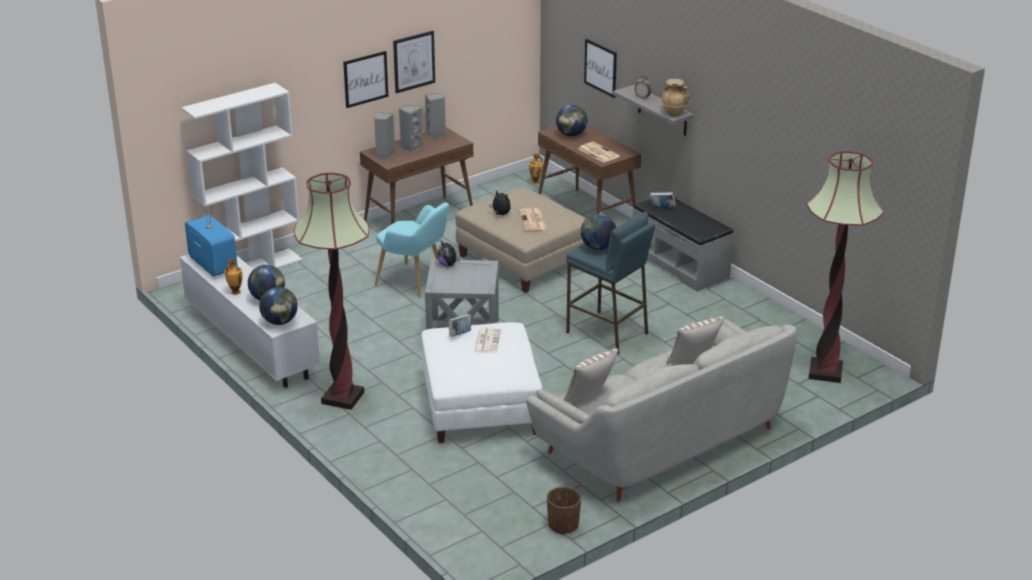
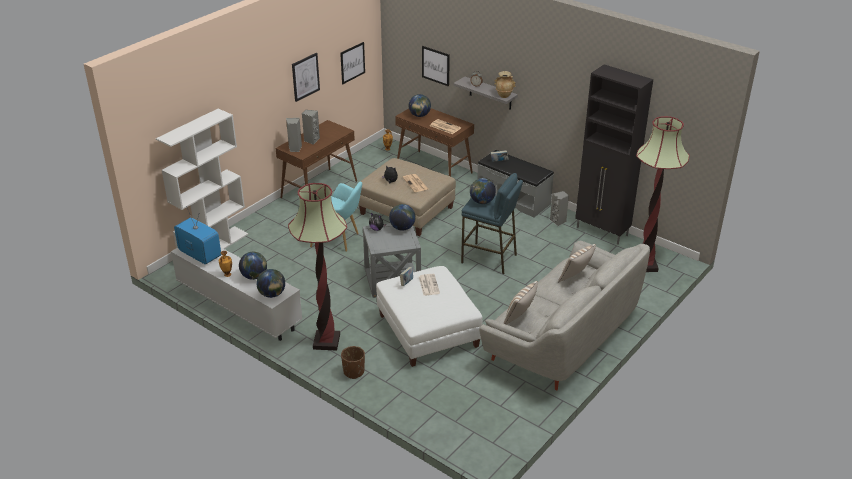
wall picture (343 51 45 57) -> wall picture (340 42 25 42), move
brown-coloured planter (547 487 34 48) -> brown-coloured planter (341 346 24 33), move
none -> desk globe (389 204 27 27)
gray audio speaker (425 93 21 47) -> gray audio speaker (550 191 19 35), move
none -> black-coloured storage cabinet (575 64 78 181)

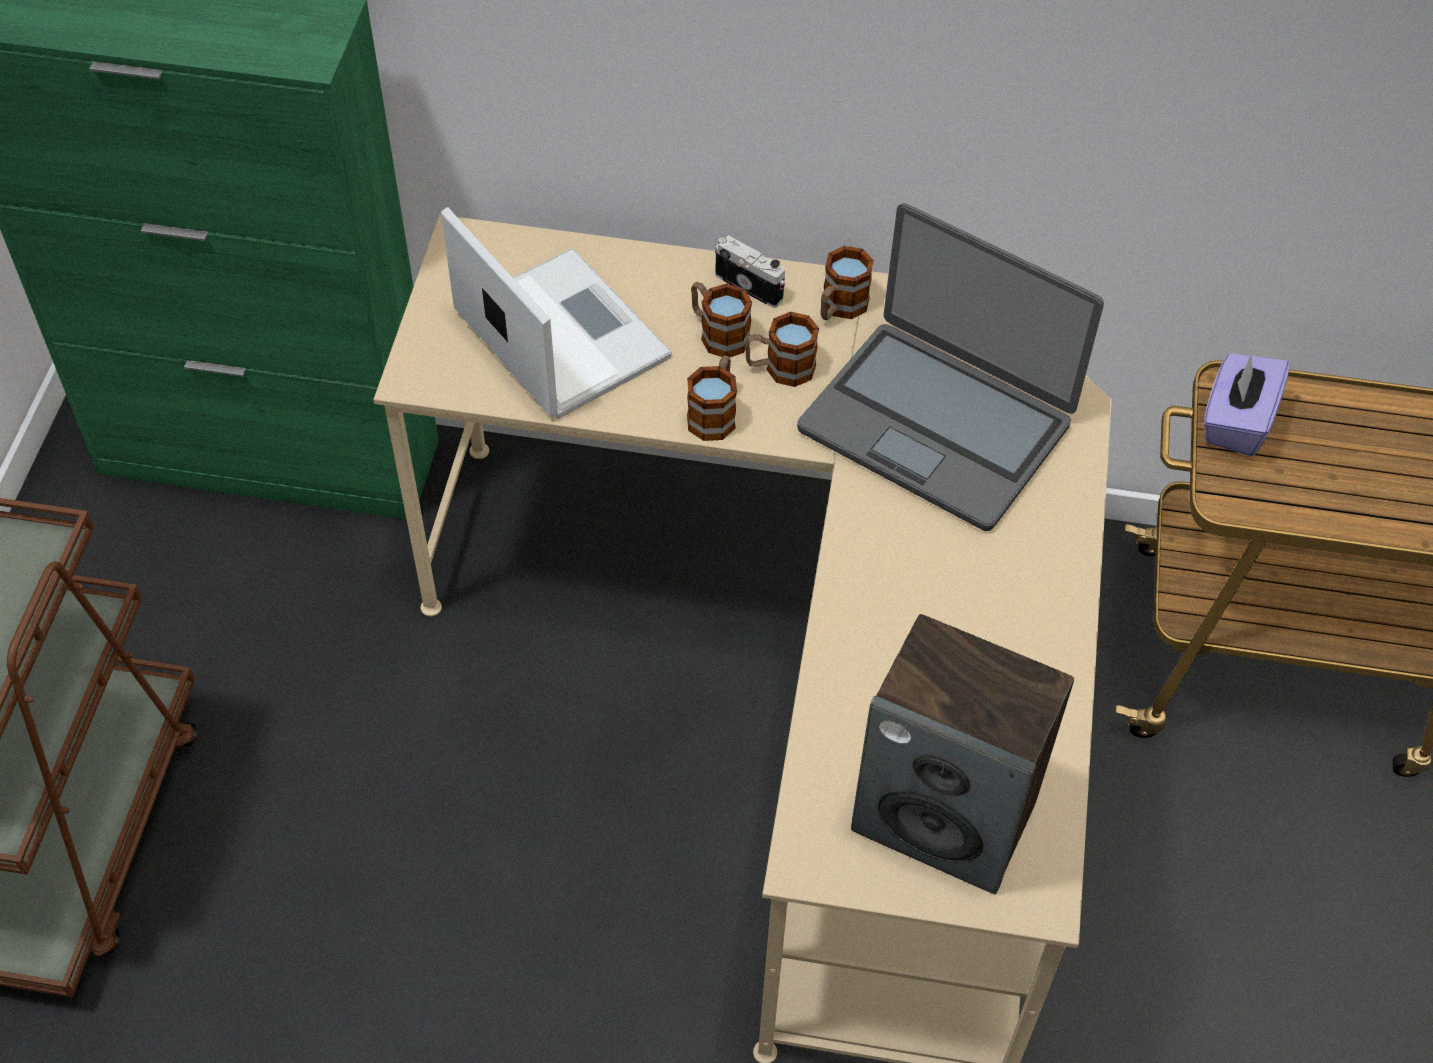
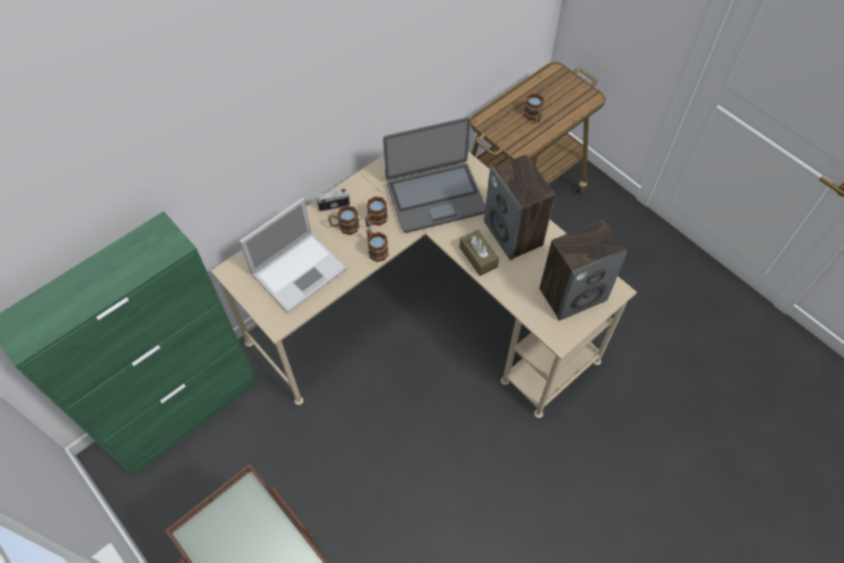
laptop (441 207 231 212) -> laptop (239 198 108 115), 135 degrees clockwise
none -> brown-coloured tissue box (459 230 40 46)
none -> audio speaker (484 155 72 105)
coffee mug (820 246 54 74) -> coffee mug (524 93 20 29), move
purple-coloured tissue box (1204 353 86 103) -> none

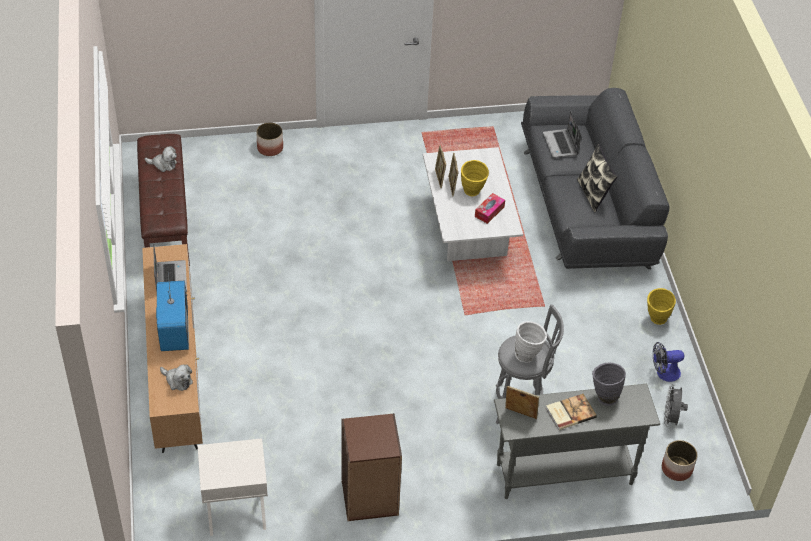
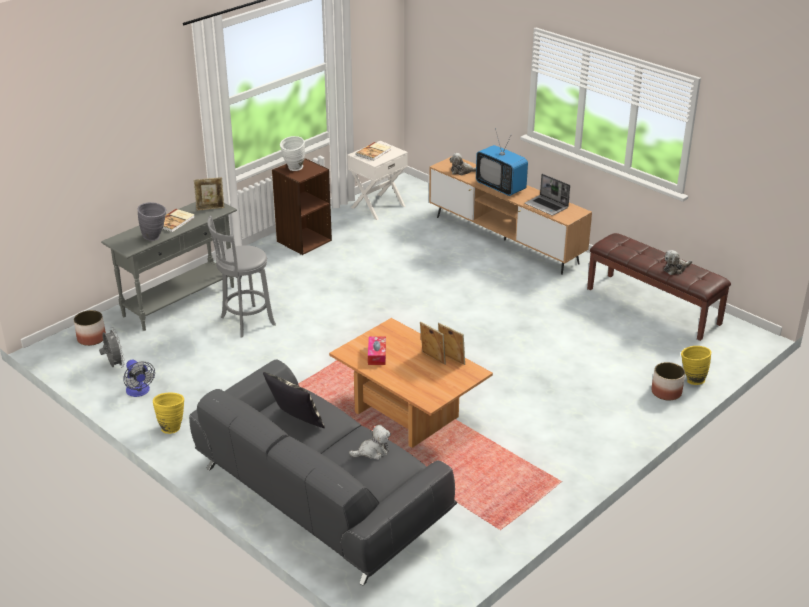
fan (653 342 31 40) -> fan (123 360 32 37), 105 degrees clockwise
whitish decorative vase (515 321 32 41) -> whitish decorative vase (280 136 25 35), move
whitish low table (423 147 100 114) -> brown-coloured low table (329 318 164 130)
laptop (543 111 38 47) -> plush toy (349 425 42 35)
none -> bound book (356 142 35 19)
yellow decorative vase (461 160 28 37) -> yellow decorative vase (681 346 30 39), move

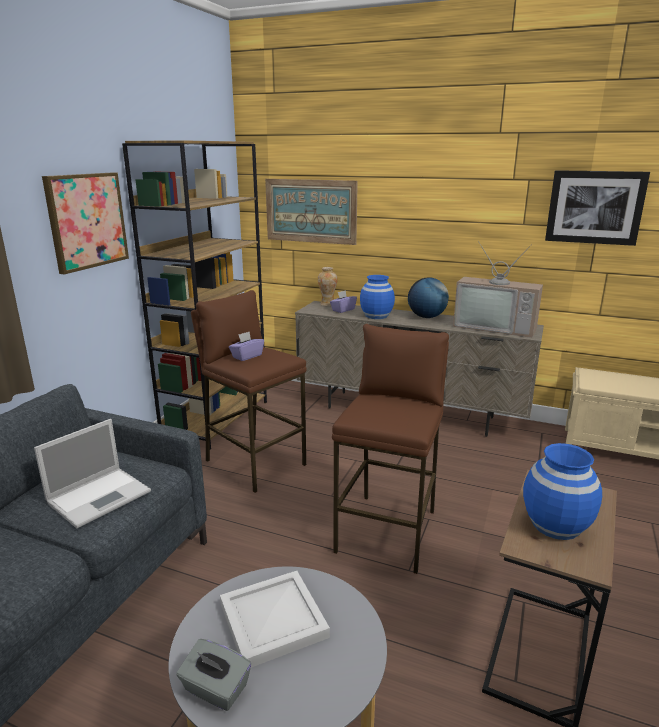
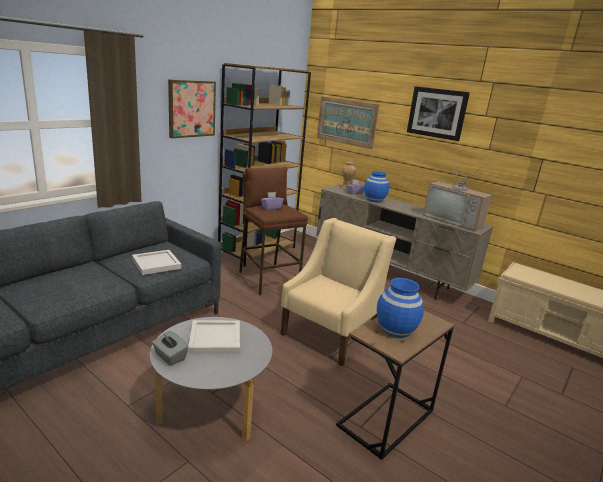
laptop (34 419 117 109) -> whitish serving tray (132 250 49 25)
brown-coloured stool (332 324 117 250) -> sand-coloured lounge chair (280 218 116 148)
wall picture (545 170 105 76) -> wall picture (407 86 63 55), move
desk globe (408 278 41 40) -> none

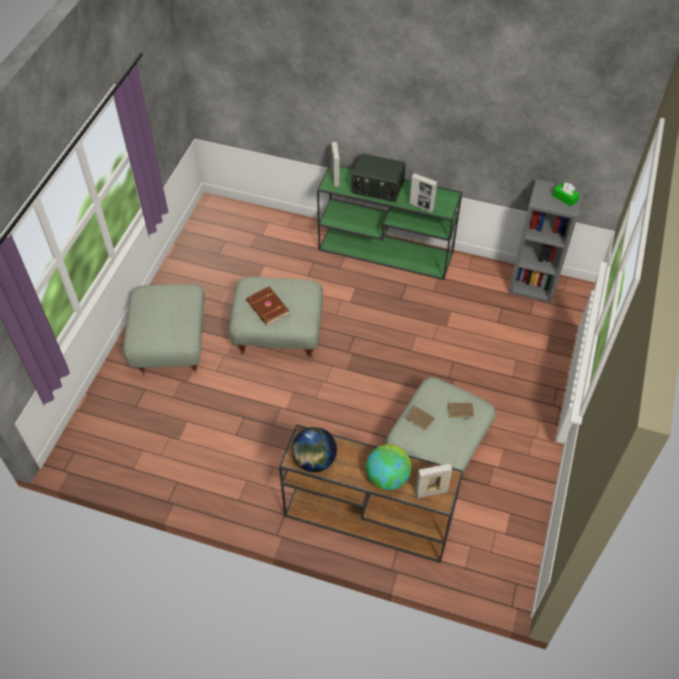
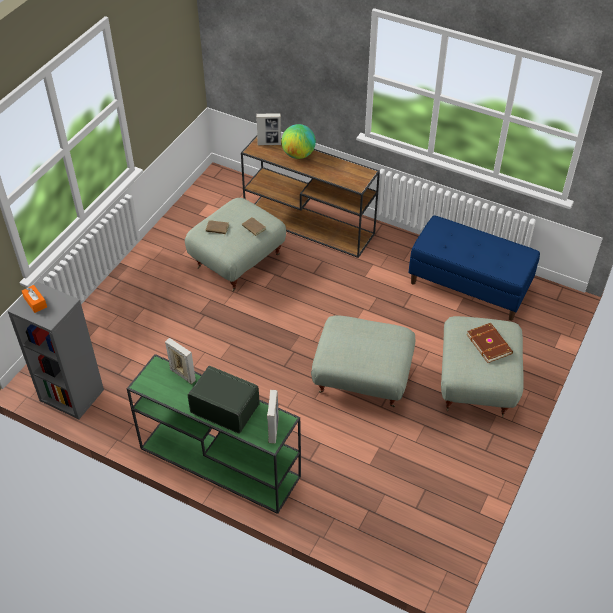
greenish tissue box (552 183 28 24) -> orange tissue box (22 285 25 28)
none -> blue bench (409 215 131 106)
brown-coloured bound book (246 287 43 38) -> brown-coloured bound book (466 323 47 40), move
desk globe (292 427 45 45) -> none

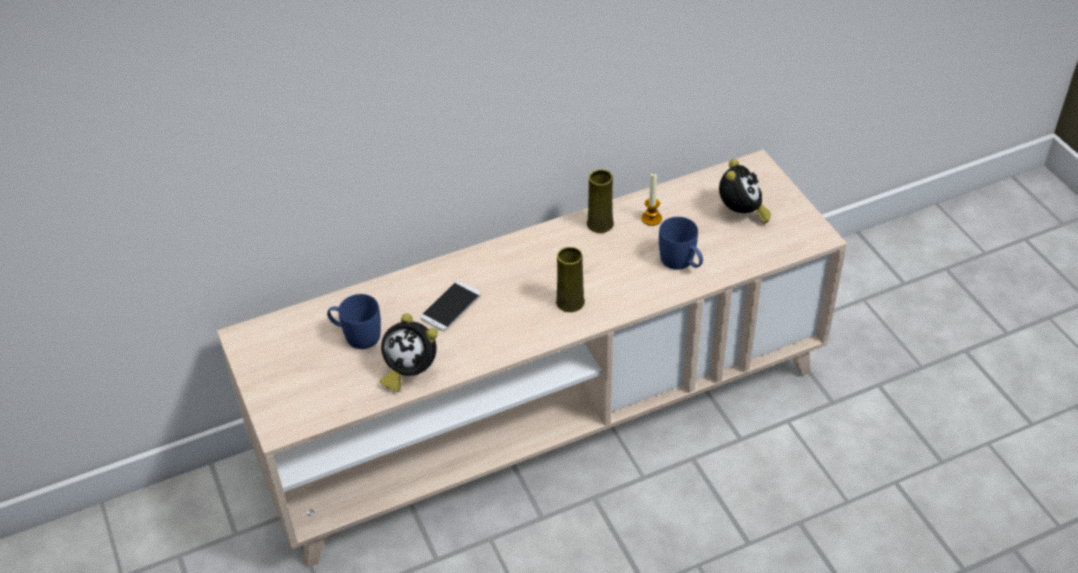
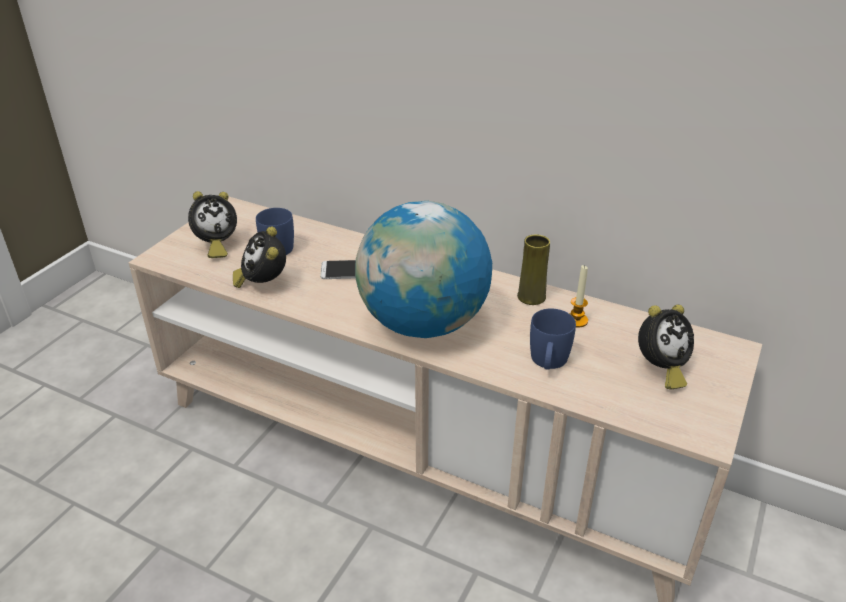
none -> bedside clock (188 191 49 67)
yellow decorative vase (556 247 29 65) -> desk globe (355 201 137 137)

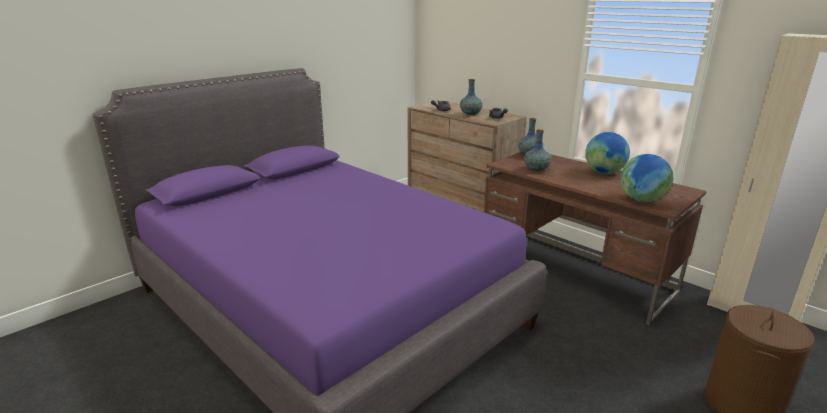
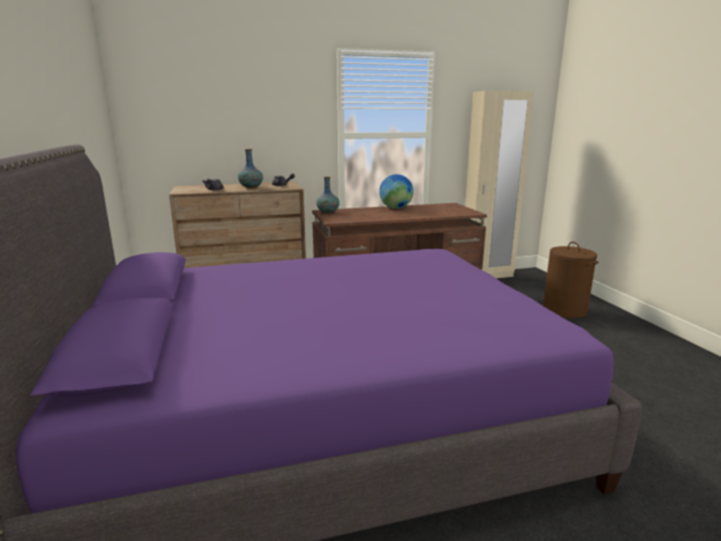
decorative vase (524 129 27 42) -> none
desk globe (620 154 53 48) -> none

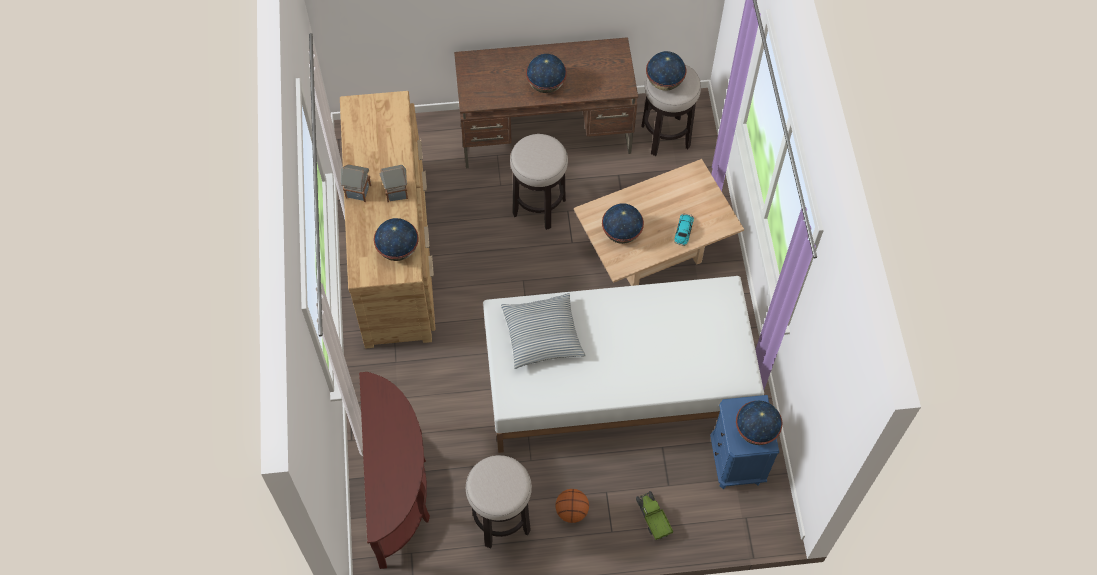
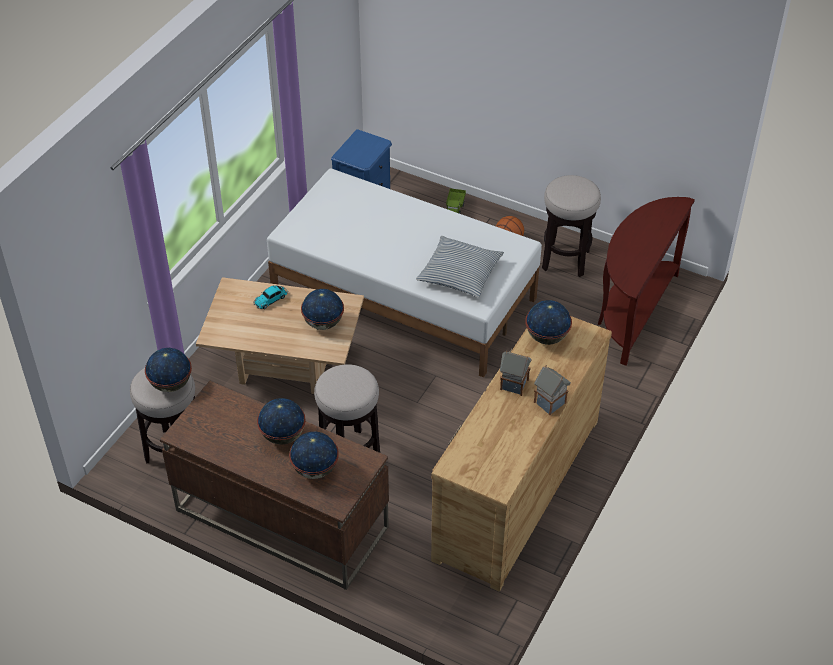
desk globe (736 401 46 44) -> desk globe (289 432 50 47), move

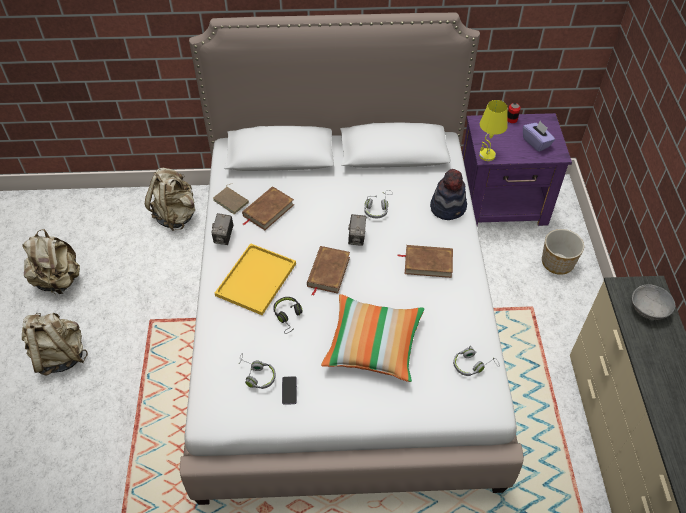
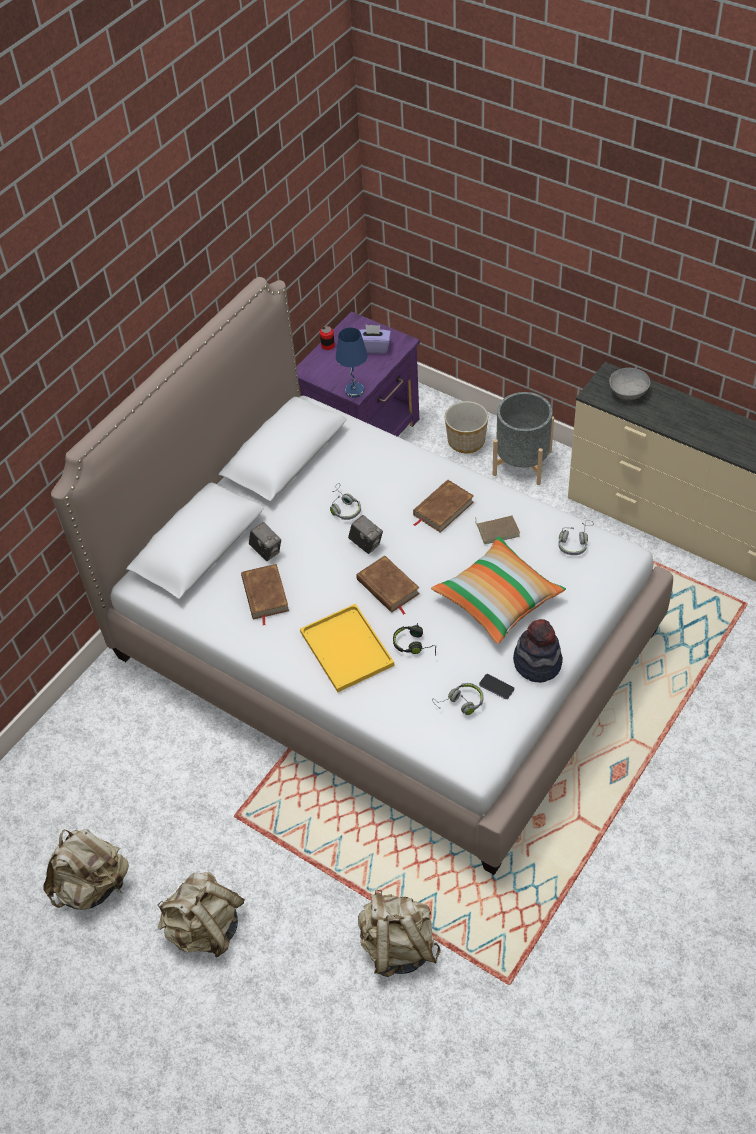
photo camera (211 213 23 32) -> photo camera (249 522 32 39), move
yellow table lamp (479 100 29 61) -> blue table lamp (336 327 32 71)
sand-coloured knapsack (145 168 50 63) -> sand-coloured knapsack (358 890 83 87), move
brown-coloured bound book (213 183 36 31) -> brown-coloured bound book (477 516 43 28), move
none -> gray planter (493 392 61 93)
clothing hat (430 169 37 51) -> clothing hat (513 619 50 64), move

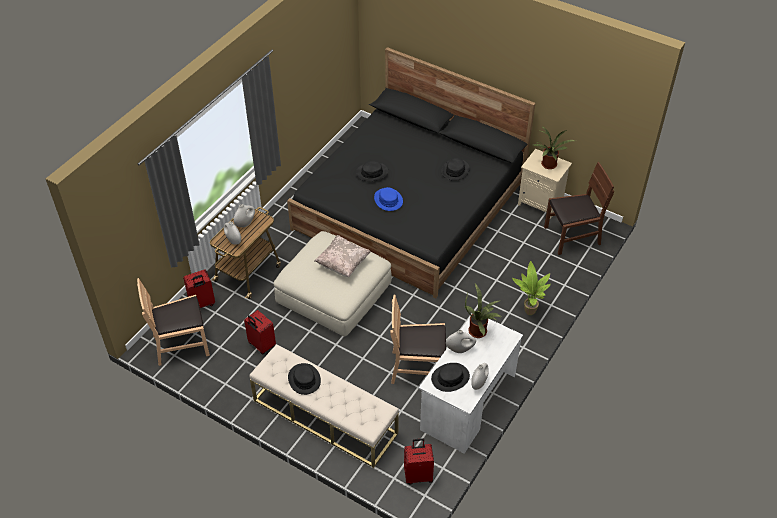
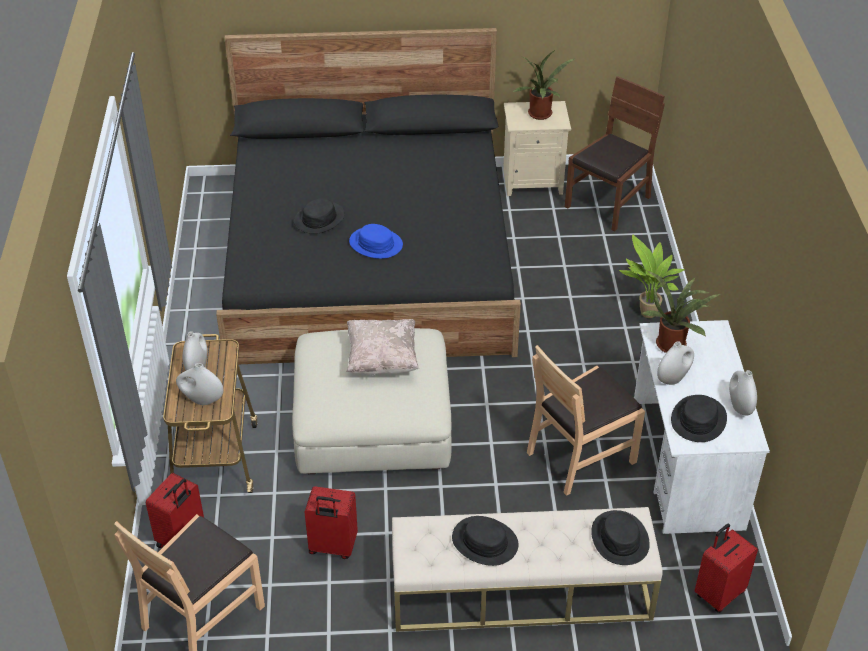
black-coloured clothing hat (441 158 29 23) -> black-coloured clothing hat (591 510 59 55), move

